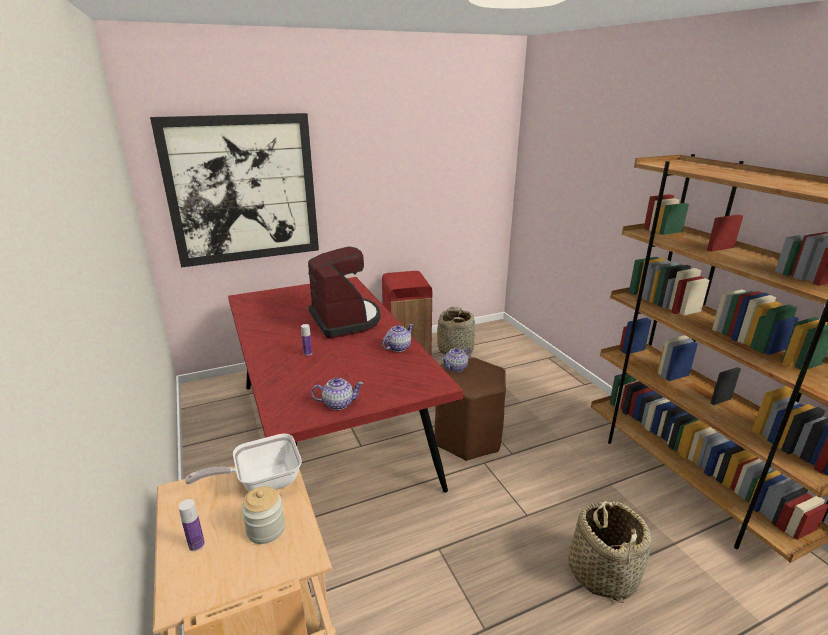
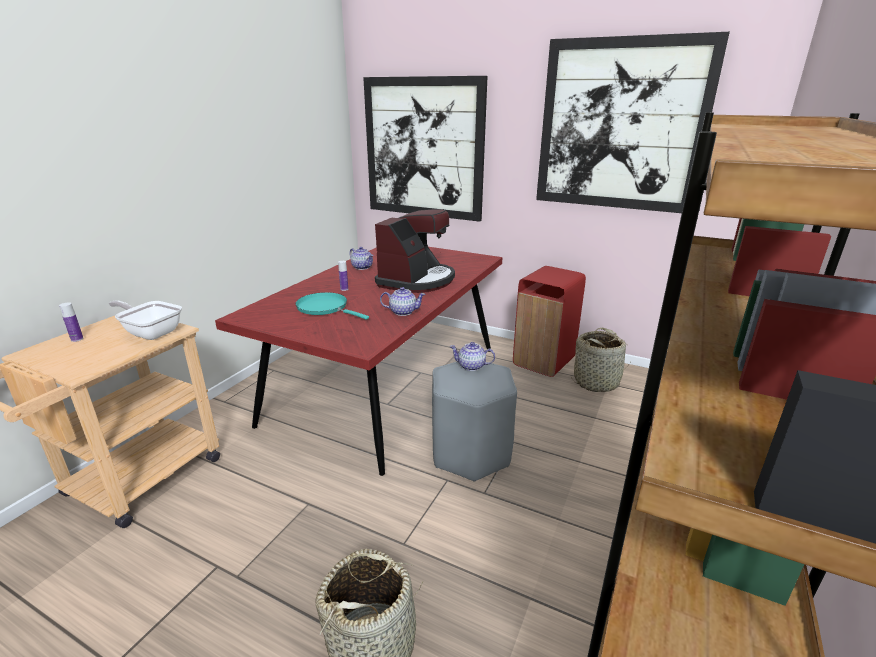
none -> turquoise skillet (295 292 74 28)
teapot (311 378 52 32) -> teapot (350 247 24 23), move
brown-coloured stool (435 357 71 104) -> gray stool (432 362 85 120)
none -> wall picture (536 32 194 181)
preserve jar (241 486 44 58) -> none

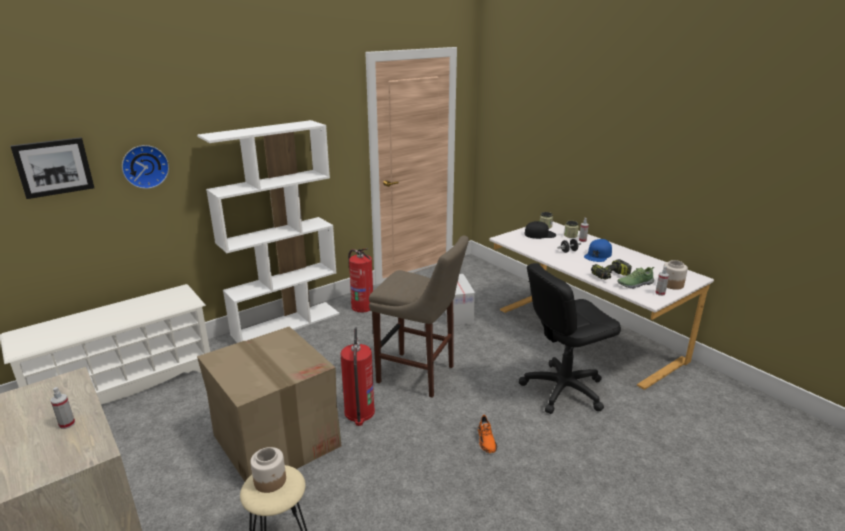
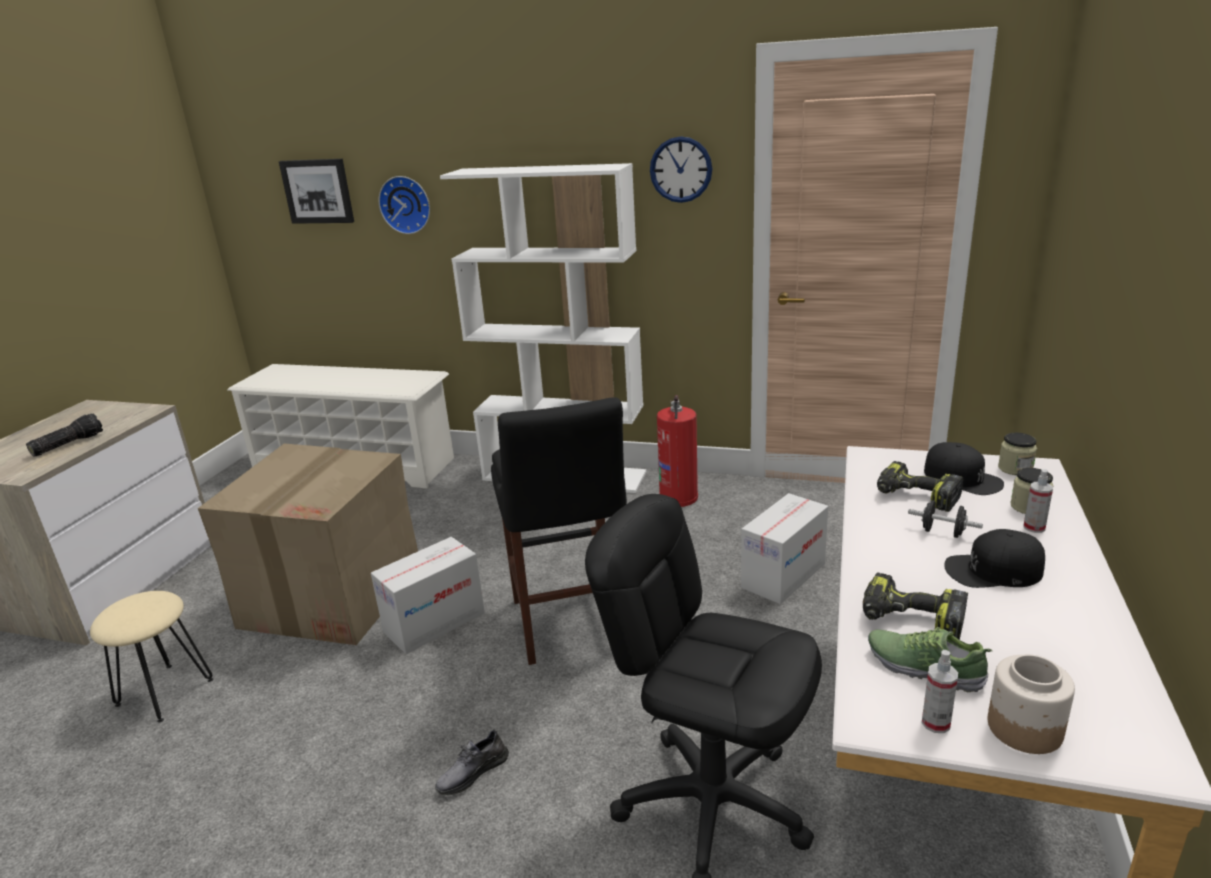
sprayer (51 387 24 42) -> torch (26 413 77 44)
fire-fighting cylinder (341 327 34 99) -> cardboard box (371 537 114 117)
orange item of footwear (478 415 19 38) -> gray item of footwear (435 729 74 66)
sand-coloured stool (369 235 100 163) -> black-coloured stool (491 397 136 268)
none -> clock on the wall (650 136 62 67)
none -> power drill (877 461 87 51)
blue baseball cap (584 239 28 23) -> black-coloured baseball cap (944 529 101 59)
preserve jar (250 447 36 46) -> none

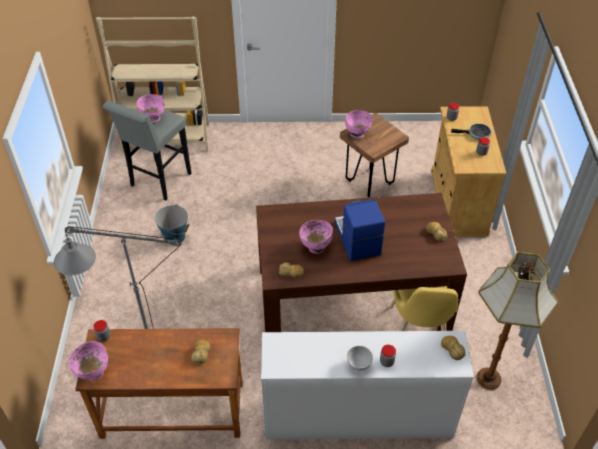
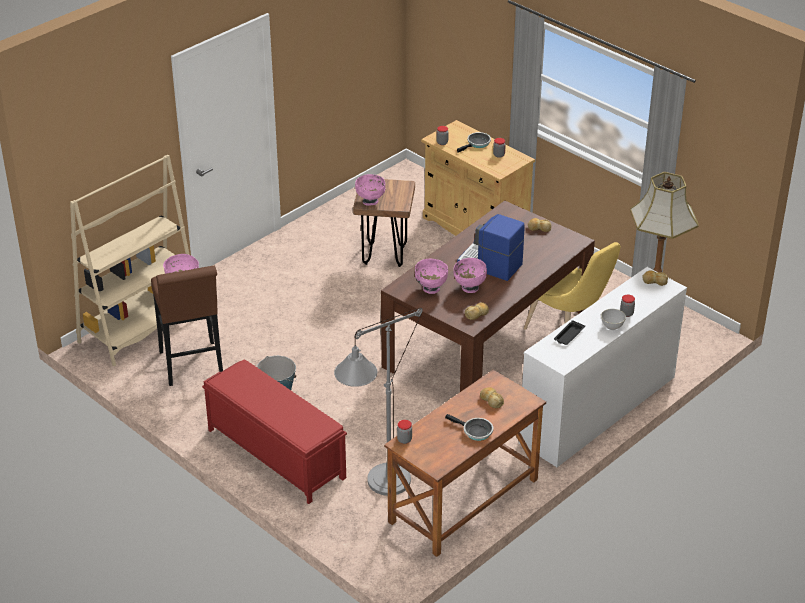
gray stool (103 101 89 100) -> brown-coloured stool (151 266 72 120)
none -> red bench (202 360 145 144)
pink-coloured bowl (69 341 39 39) -> pink-coloured bowl (415 259 33 35), move
none -> skillet (445 414 48 27)
none -> black-coloured serving tray (554 320 31 25)

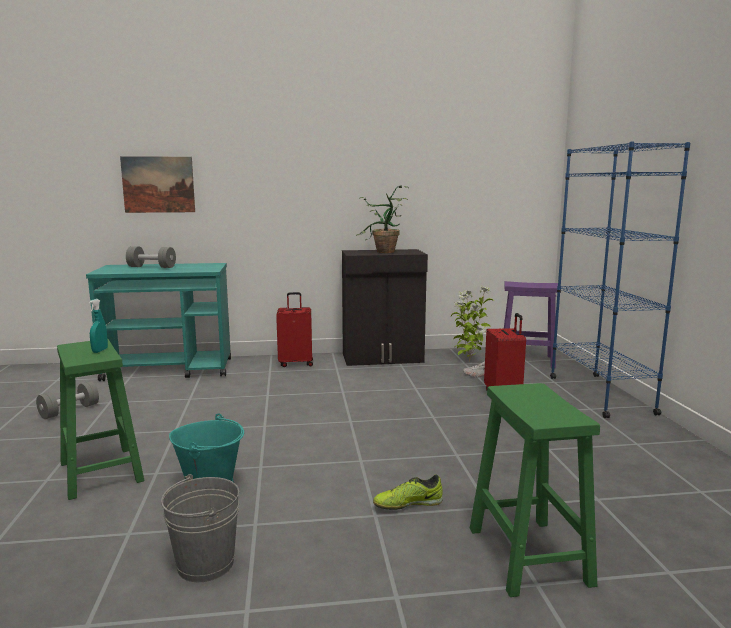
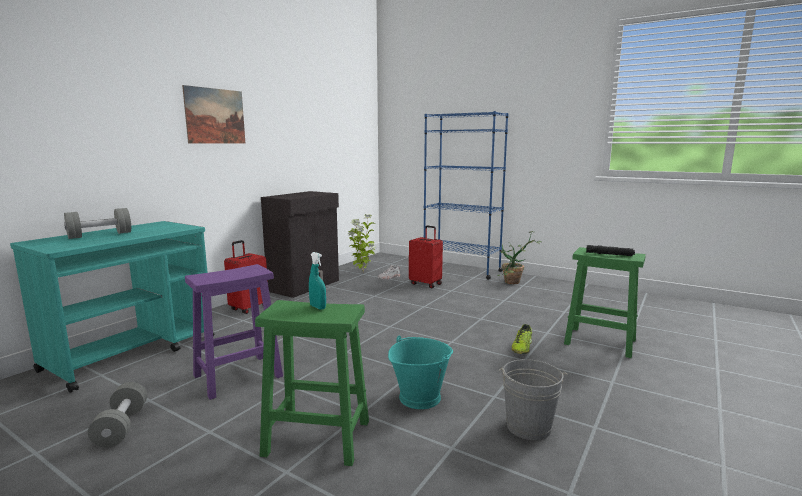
wall picture (120 156 75 57) -> wall picture (182 85 63 58), move
purple-coloured stool (504 281 57 87) -> purple-coloured stool (185 264 98 136), move
potted plant (356 186 53 67) -> potted plant (497 231 44 53), move
none -> black-coloured torch (586 245 49 11)

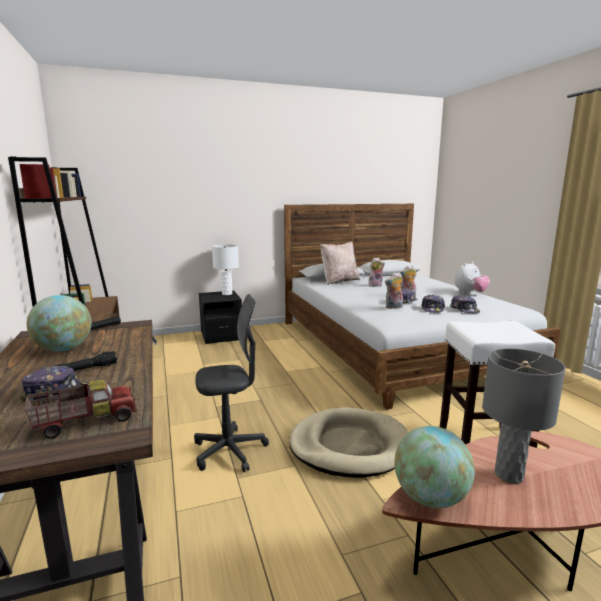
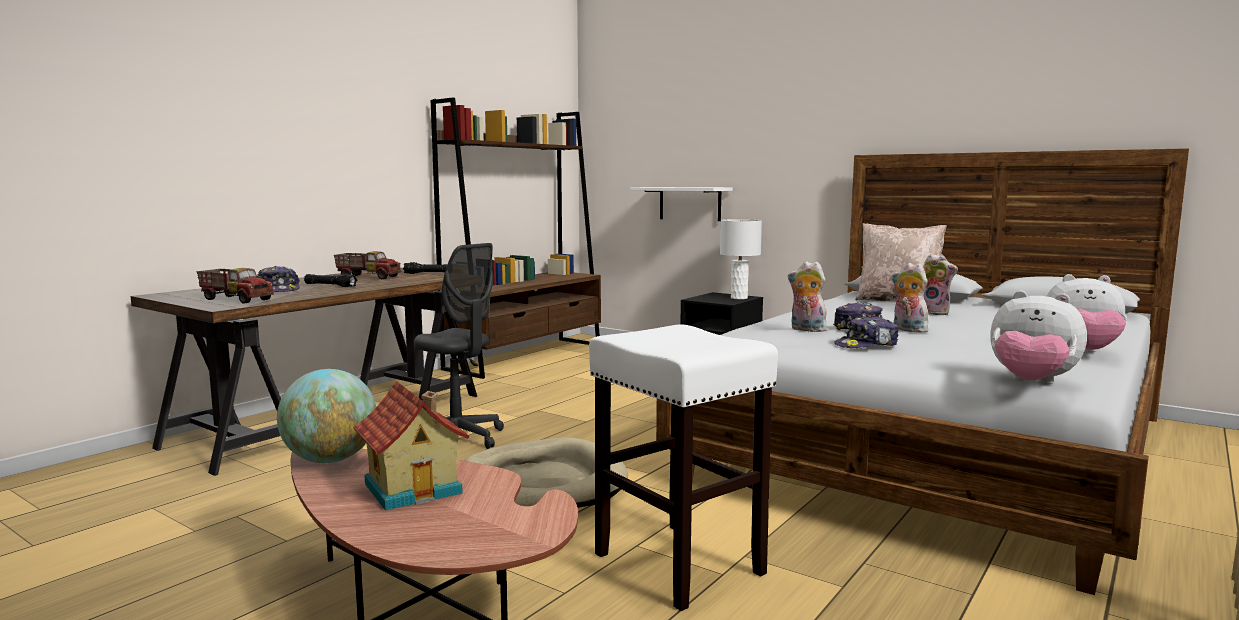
desk globe (27 295 65 56) -> toy truck (334 251 67 28)
gray table lamp (482 348 84 136) -> toy house (353 381 116 130)
none -> whitish bracket shelf (630 187 103 34)
none -> plush toy (990 290 97 94)
baseball cap (450 296 30 17) -> none

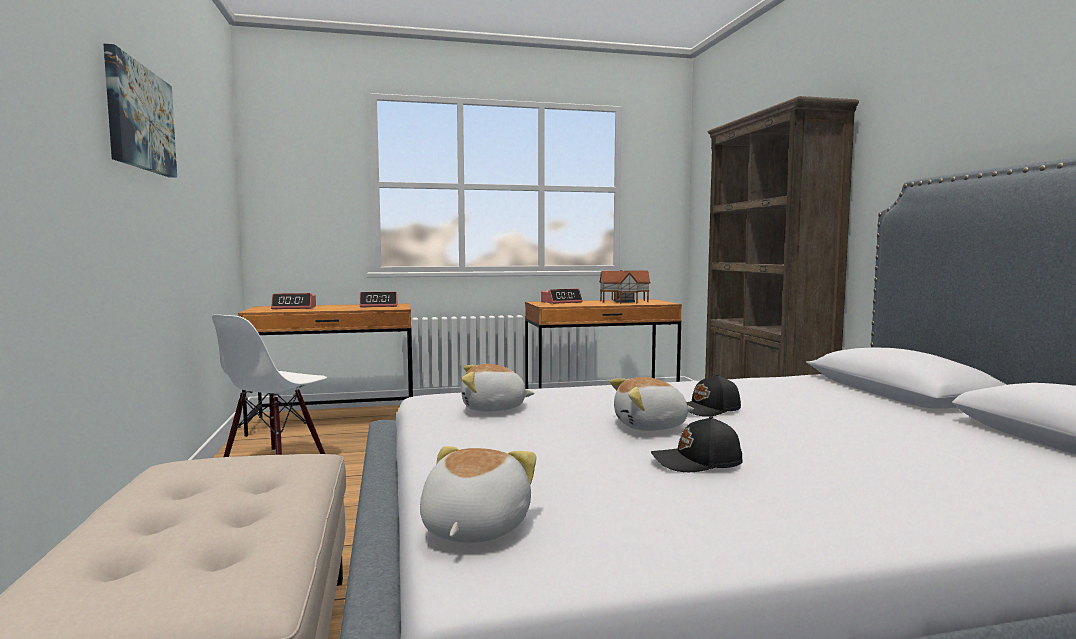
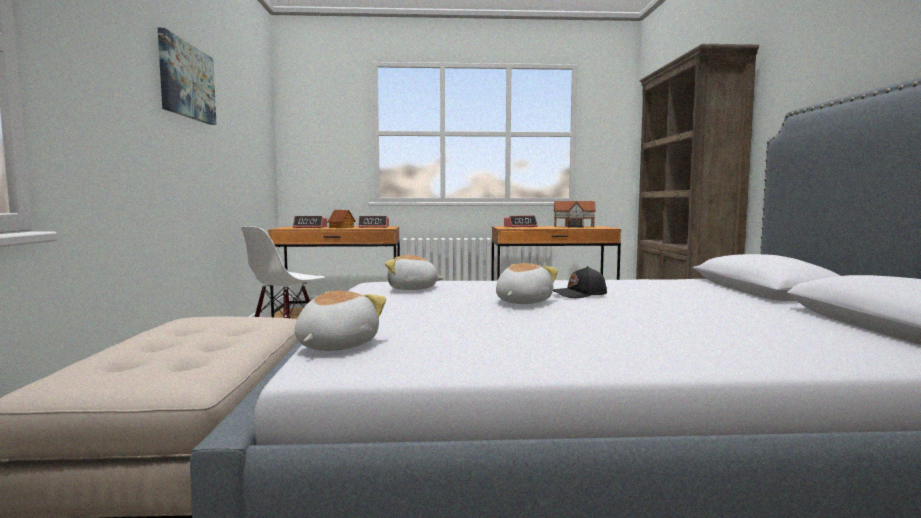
none -> toy house (327 210 29 18)
plush toy (610 377 84 54) -> plush toy (496 263 62 41), 120 degrees clockwise
black-coloured baseball cap (651 416 92 56) -> none

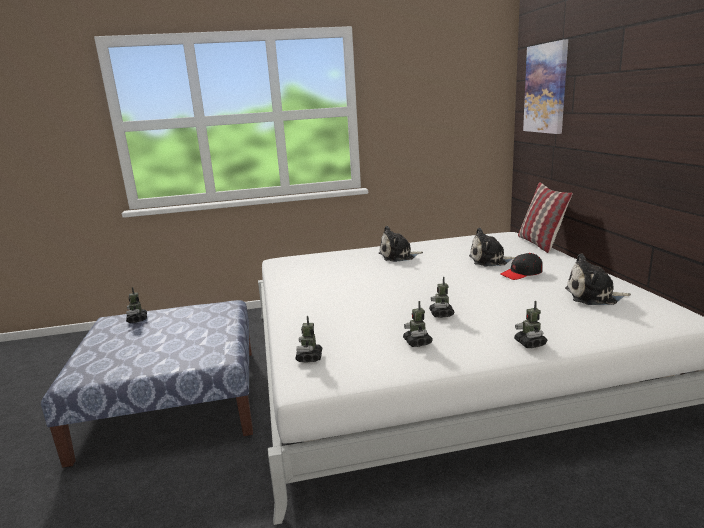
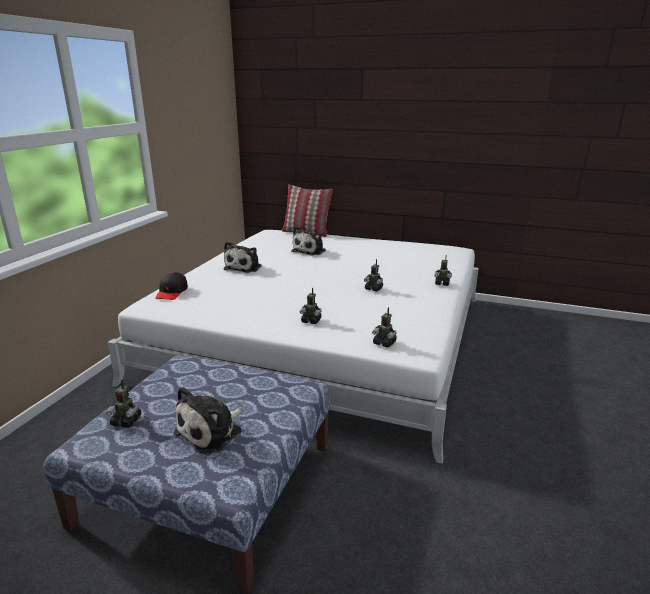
black-coloured baseball cap (500 253 43 27) -> black-coloured baseball cap (155 272 33 28), move
plush toy (565 254 66 51) -> plush toy (173 387 69 67), move
model robot (403 301 30 46) -> model robot (300 287 21 37), move
wall picture (523 39 45 95) -> none

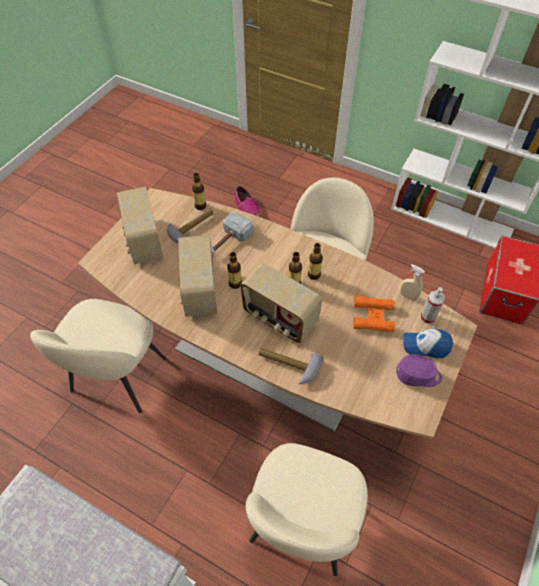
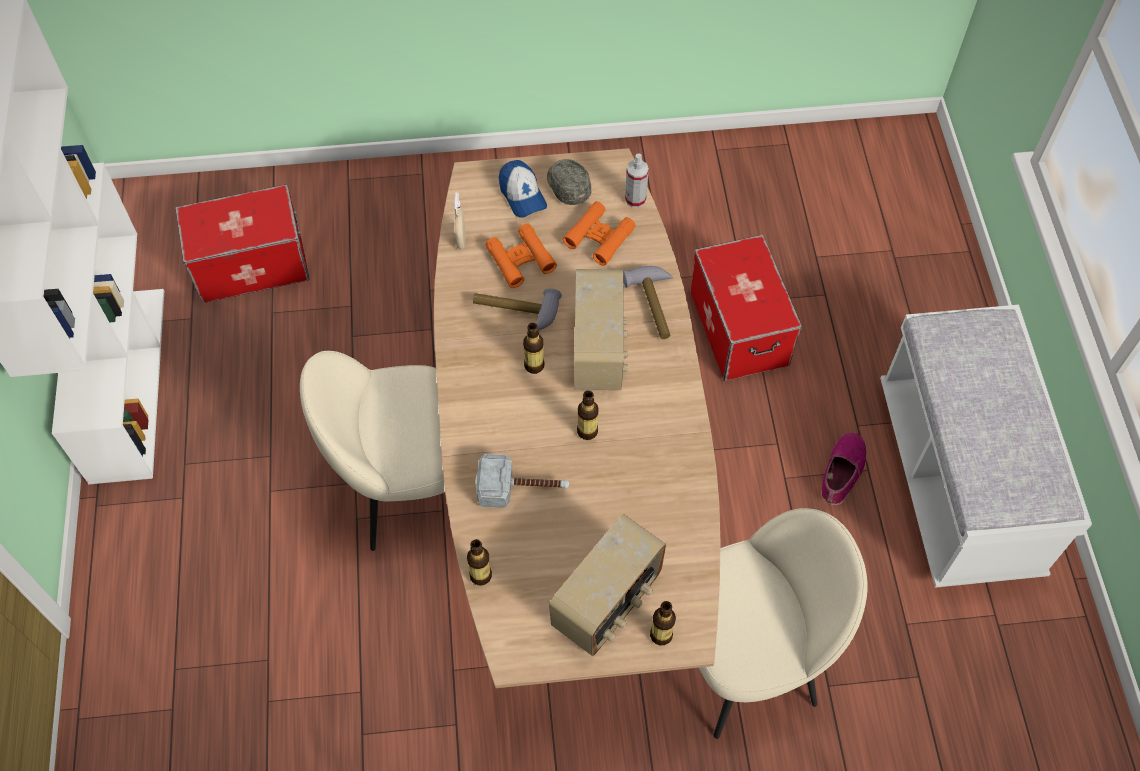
hand hammer (167 209 47 35) -> hand hammer (473 288 89 43), move
purple-coloured baseball cap (396 354 46 33) -> gray baseball cap (547 159 44 46)
none -> orange field glasses (563 201 73 65)
sprayer (420 287 25 37) -> sprayer (625 154 24 54), move
drink bottle (308 243 15 37) -> drink bottle (650 601 26 44), move
sand-coloured chair (246 443 122 133) -> storage bin (690 235 112 146)
item of footwear (234 186 26 30) -> item of footwear (821 433 46 72), move
radio set (178 235 39 82) -> none

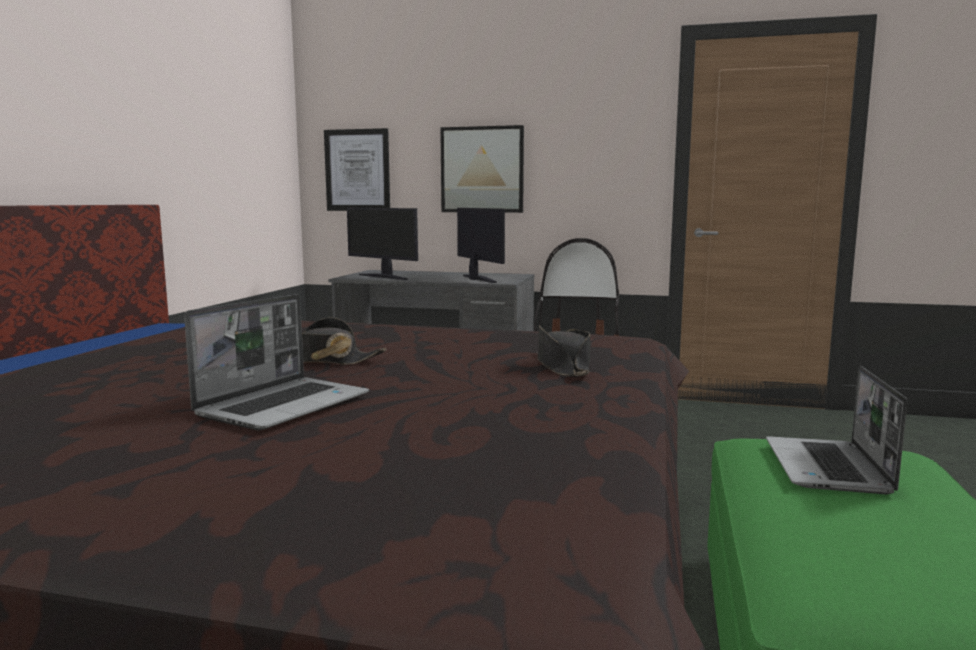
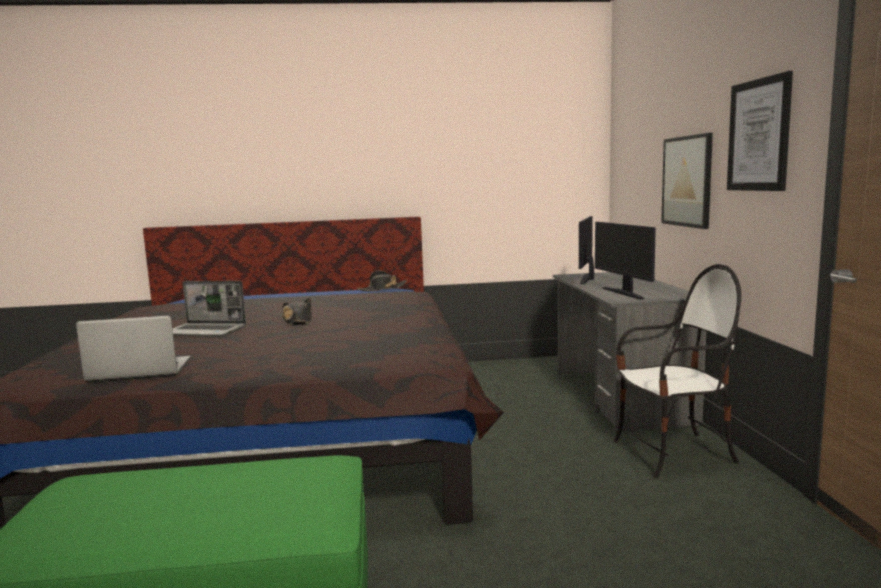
laptop (766 366 141 128) -> laptop (76 315 114 67), move
black-coloured clothing hat (538 325 52 52) -> black-coloured clothing hat (357 270 50 22), move
monitor (457 208 48 75) -> monitor (595 222 61 78), 120 degrees clockwise
wall picture (324 128 66 83) -> wall picture (727 71 66 120), move

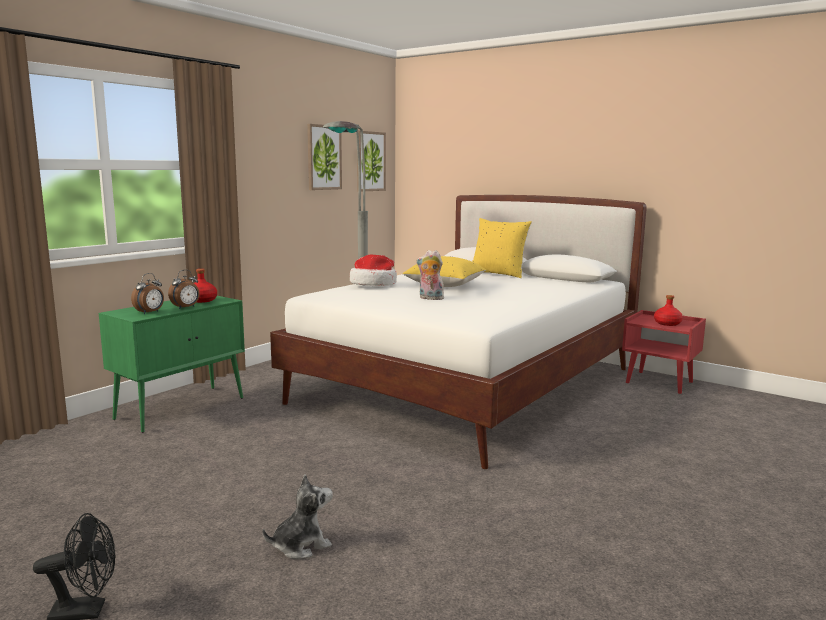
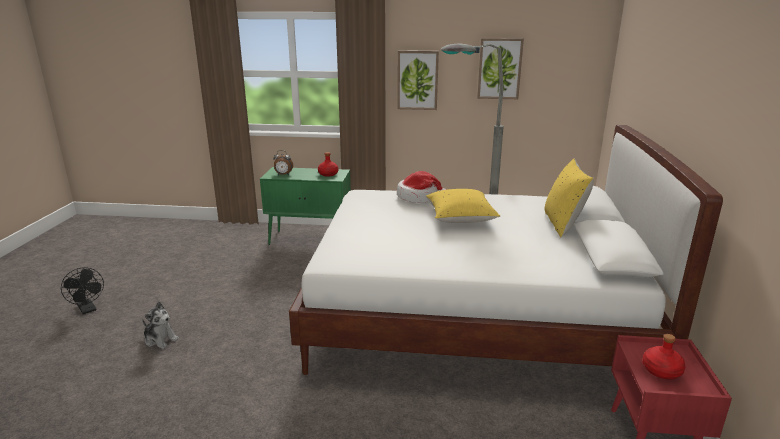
wall picture (357 131 29 61) -> wall picture (397 50 42 60), move
bedside clock (168 270 32 39) -> none
plush toy (416 250 28 50) -> none

